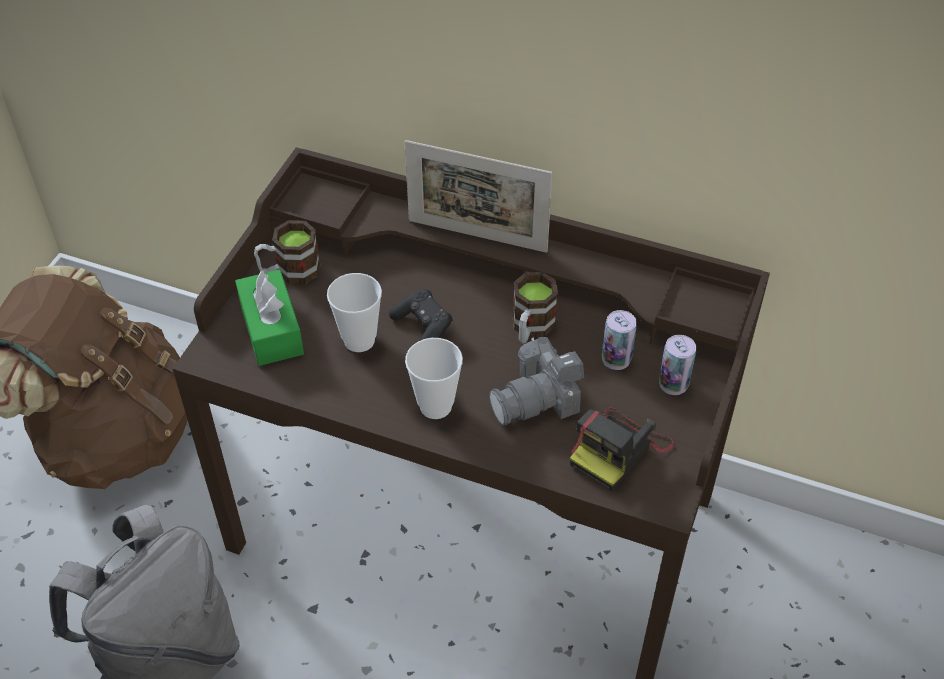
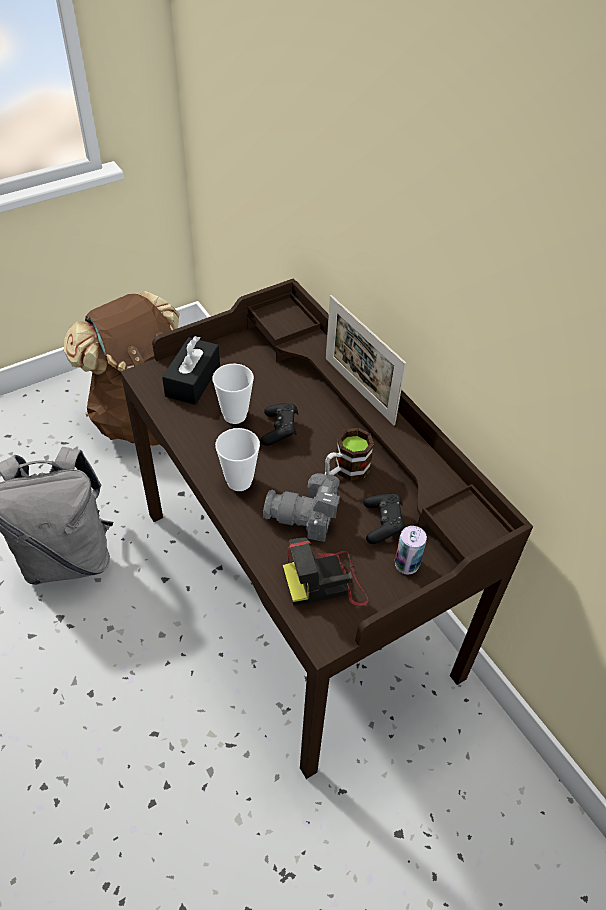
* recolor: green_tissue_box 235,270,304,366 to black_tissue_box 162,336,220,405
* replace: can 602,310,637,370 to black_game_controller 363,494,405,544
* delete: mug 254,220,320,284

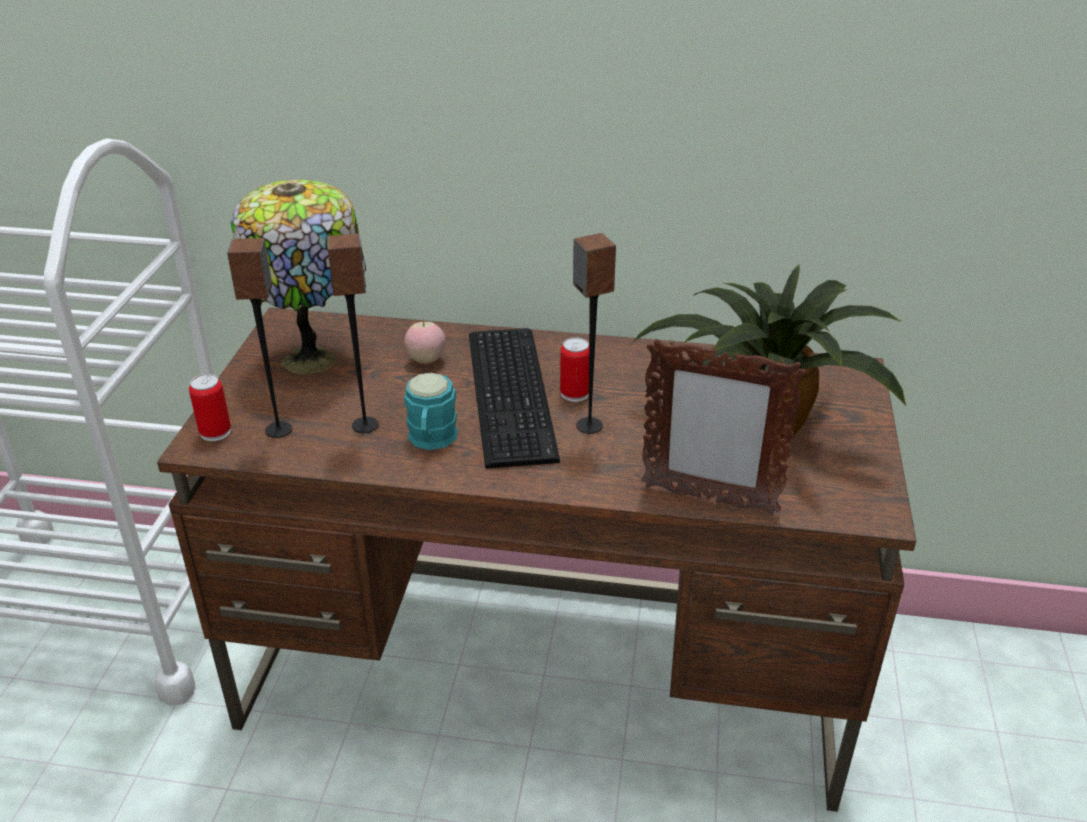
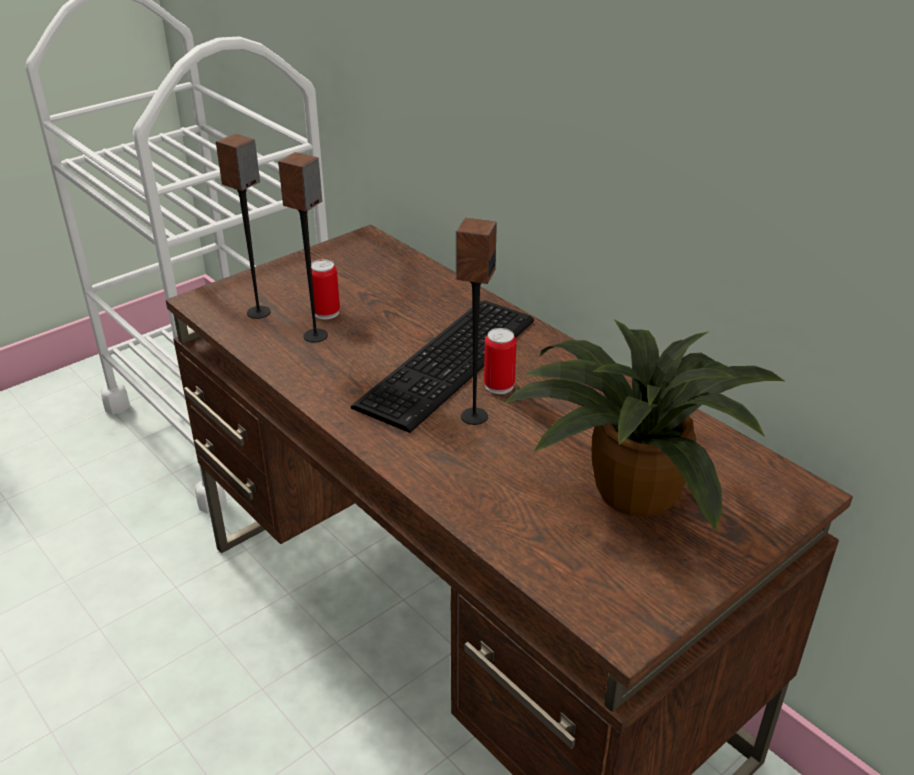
* move: can 189,374,231,441 to 311,259,340,319
* delete: table_lamp 231,180,366,375
* delete: apple 404,319,445,364
* delete: turquoise_mug 404,373,458,450
* delete: picture_frame 641,339,806,515

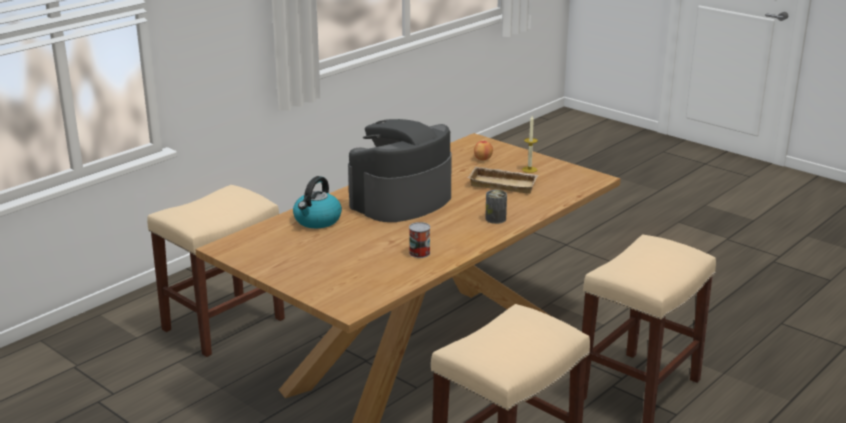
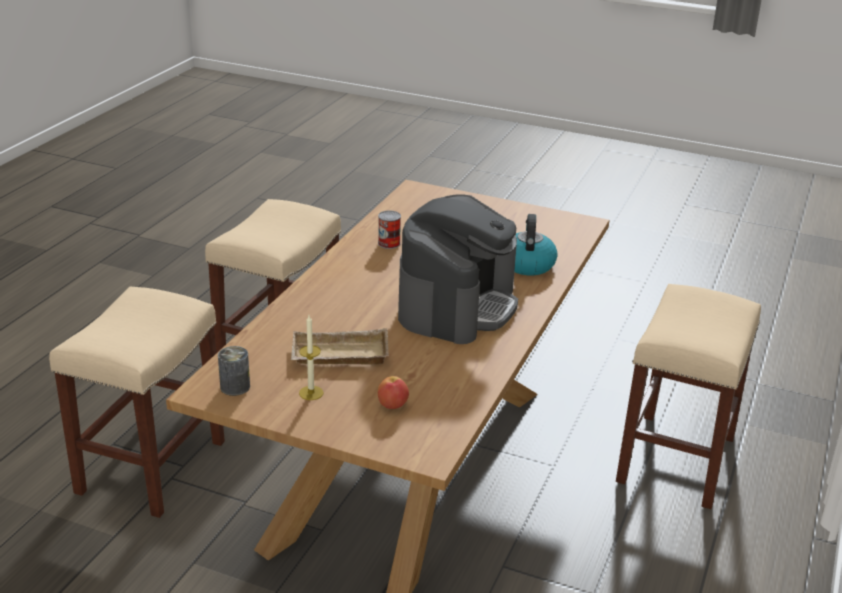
* move: can 485,190,507,224 to 218,346,250,396

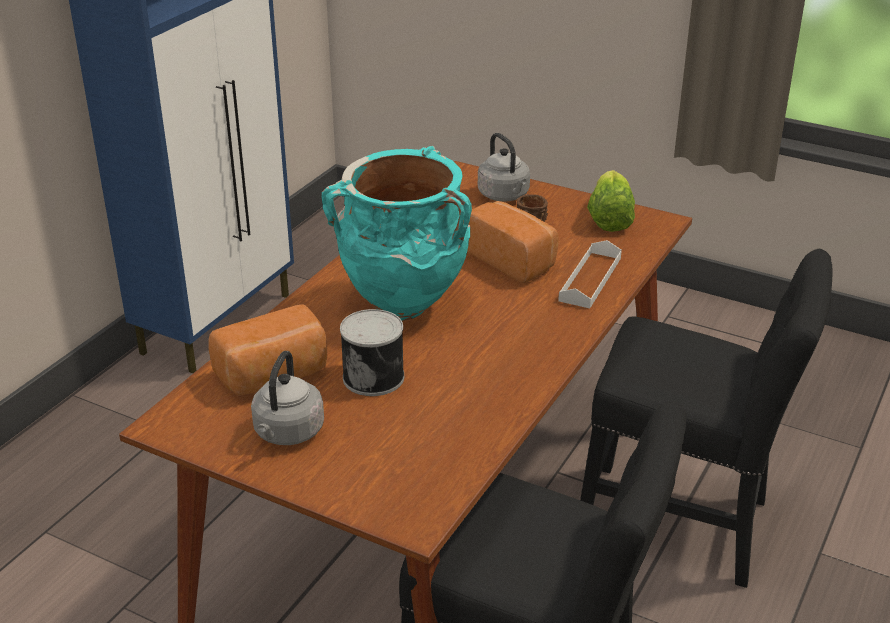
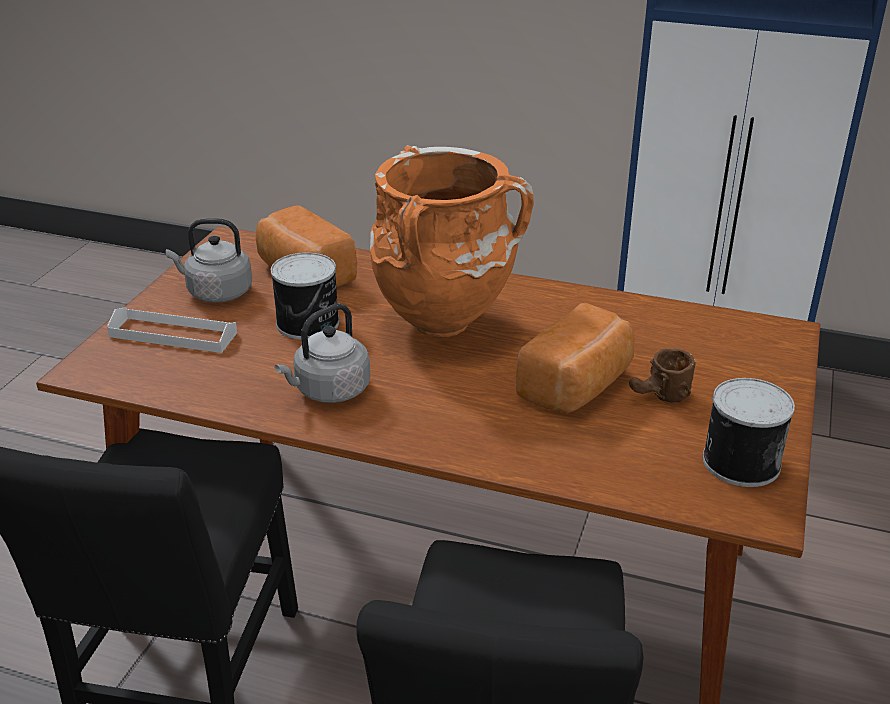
* move: white_tray 558,240,622,308 to 107,307,237,353
* move: grey_kettle 478,133,530,202 to 275,304,370,403
* recolor: turquoise_vase 322,146,472,321 to orange_vase 370,145,534,337
* replace: lettuce 587,170,635,232 to can 703,378,795,487

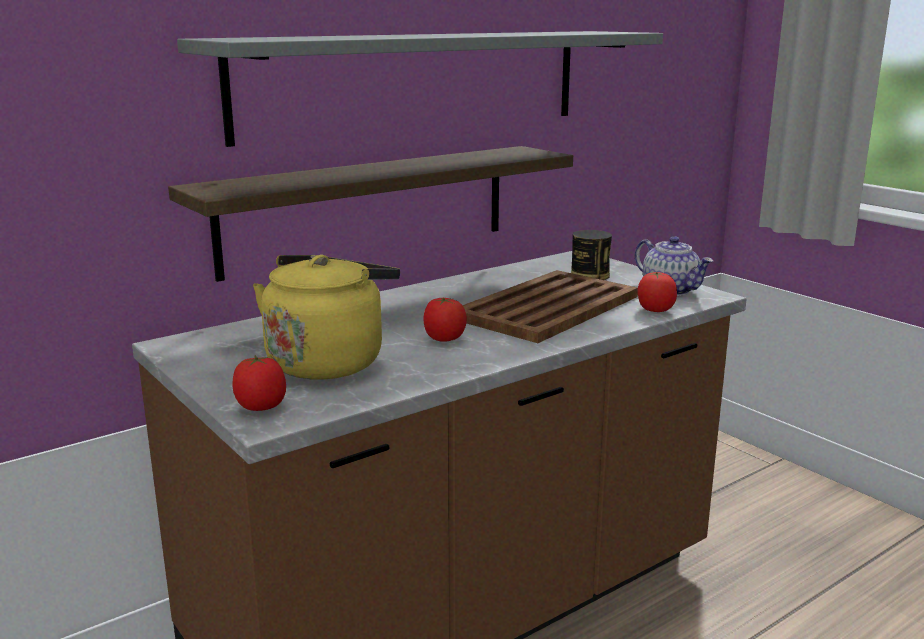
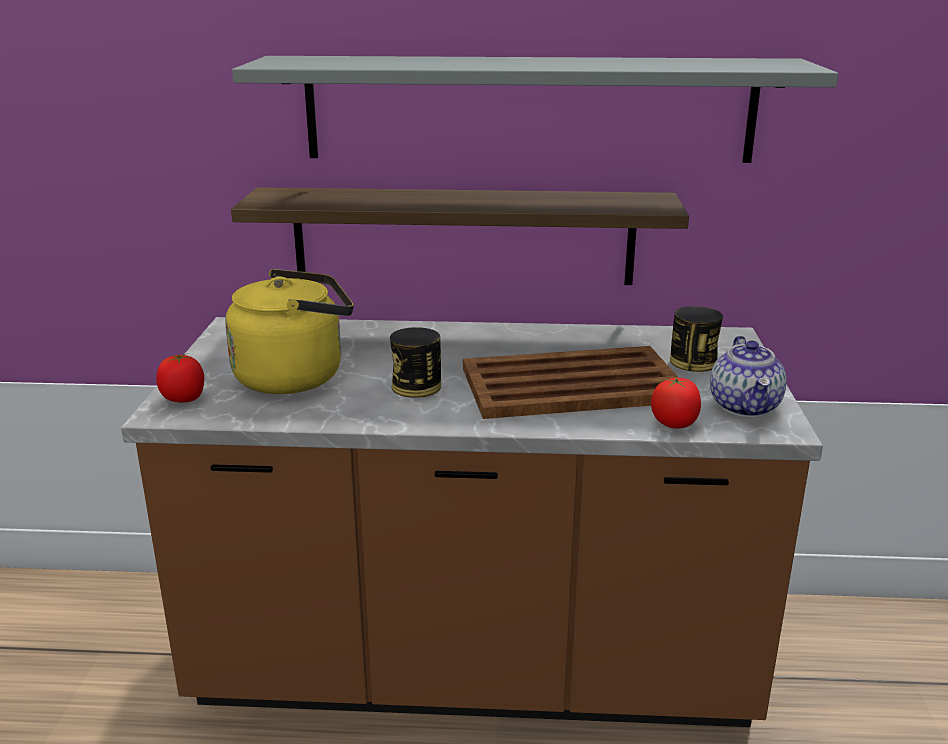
* replace: tomato 423,298,467,342 to can 390,327,441,398

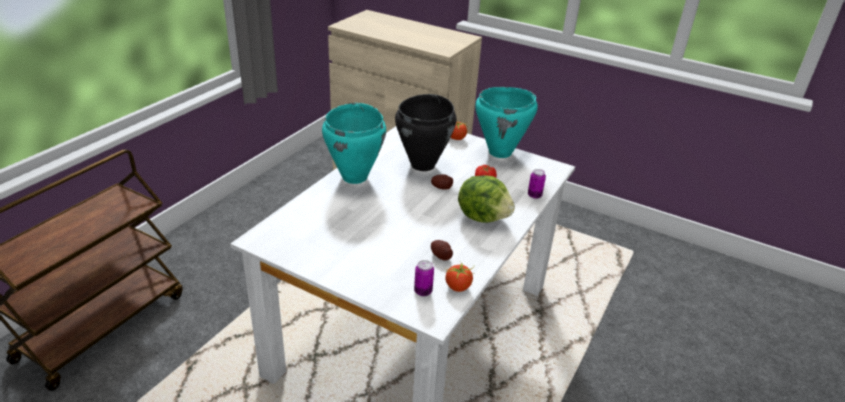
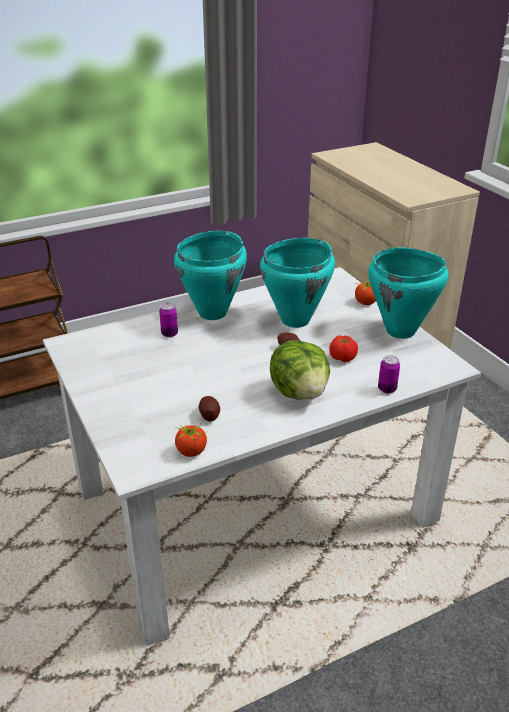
* move: can 414,260,434,296 to 159,303,178,337
* recolor: black_cooking_pot 395,94,457,171 to turquoise_cooking_pot 260,238,335,328

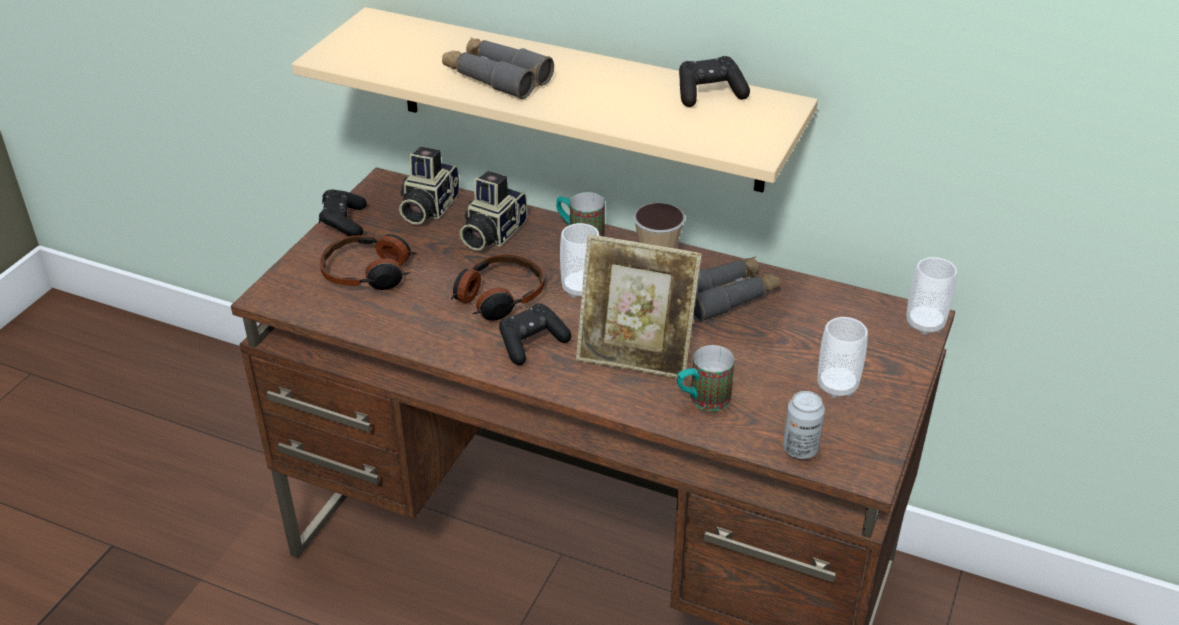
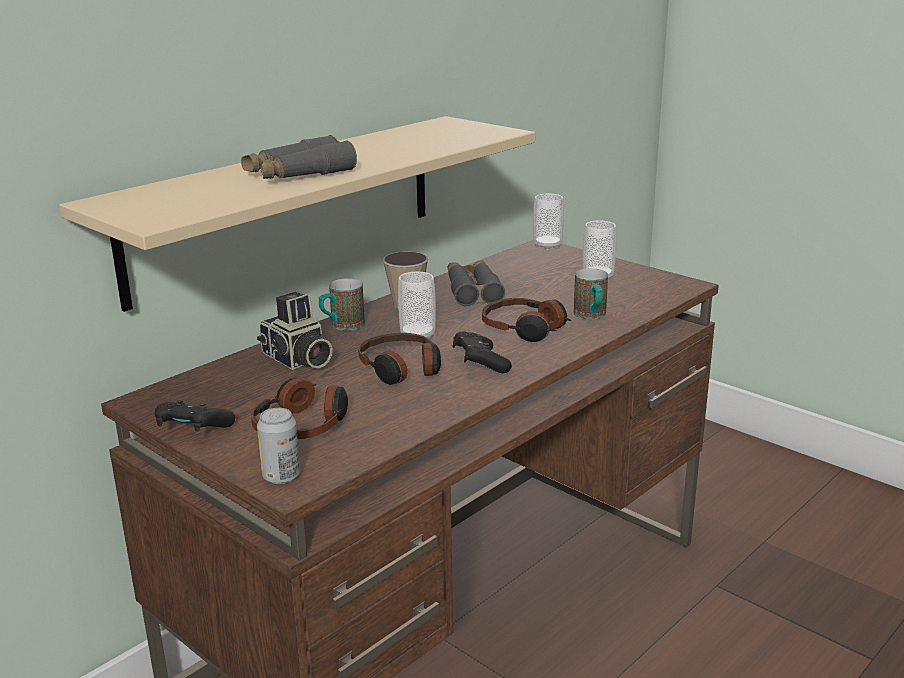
* move: can 783,391,825,459 to 257,408,300,484
* replace: picture_frame 576,234,702,379 to headphones 482,298,572,342
* delete: photo_camera 399,147,459,225
* delete: black_game_controller 679,56,750,107

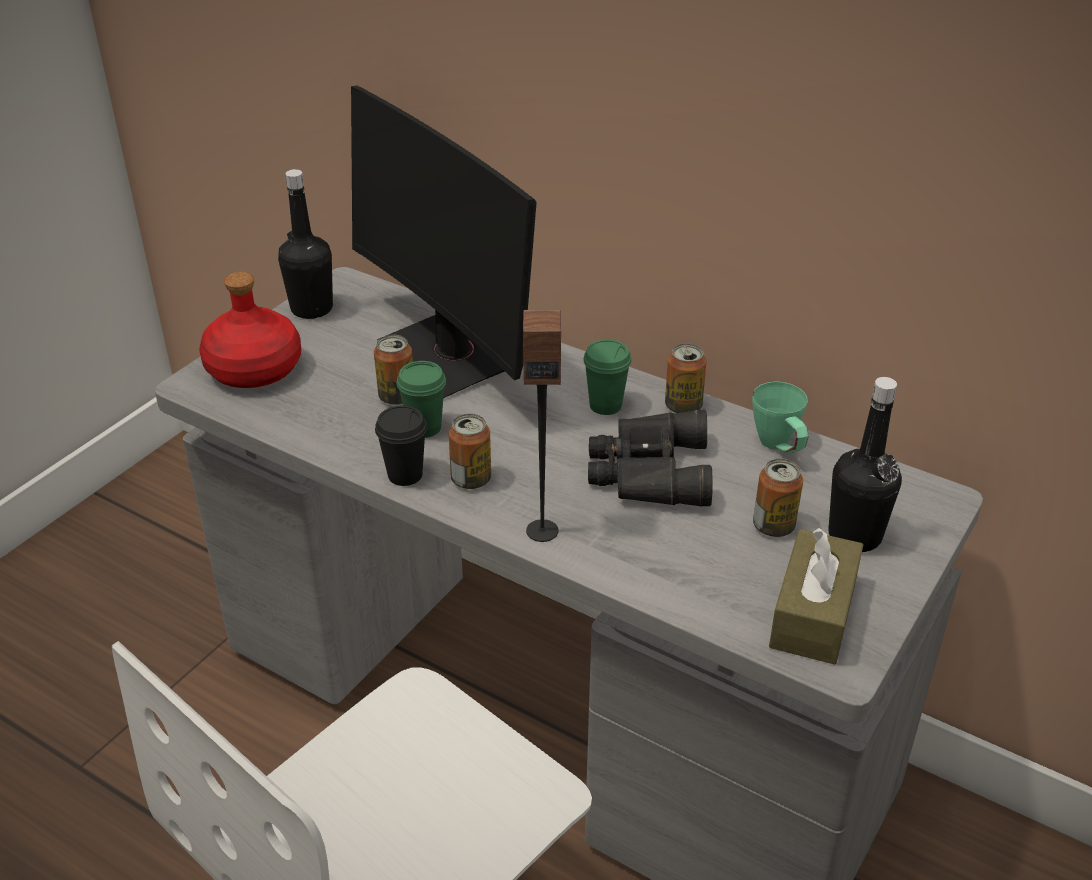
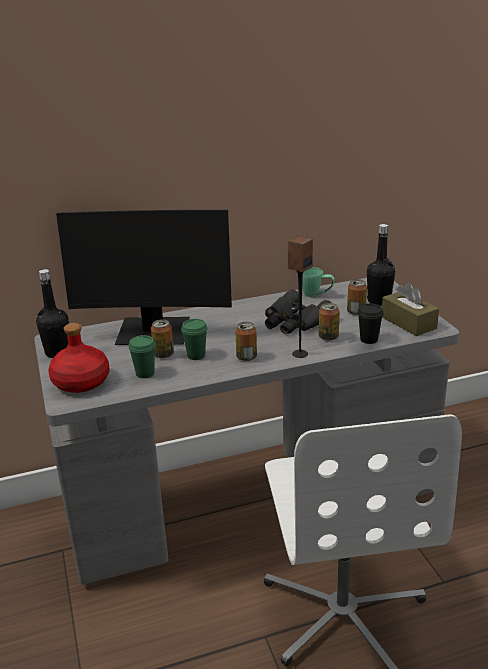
* move: green_cup 583,340,632,415 to 128,335,156,378
* move: can 665,344,706,413 to 319,303,339,341
* move: black_cup 375,406,427,486 to 358,303,383,344

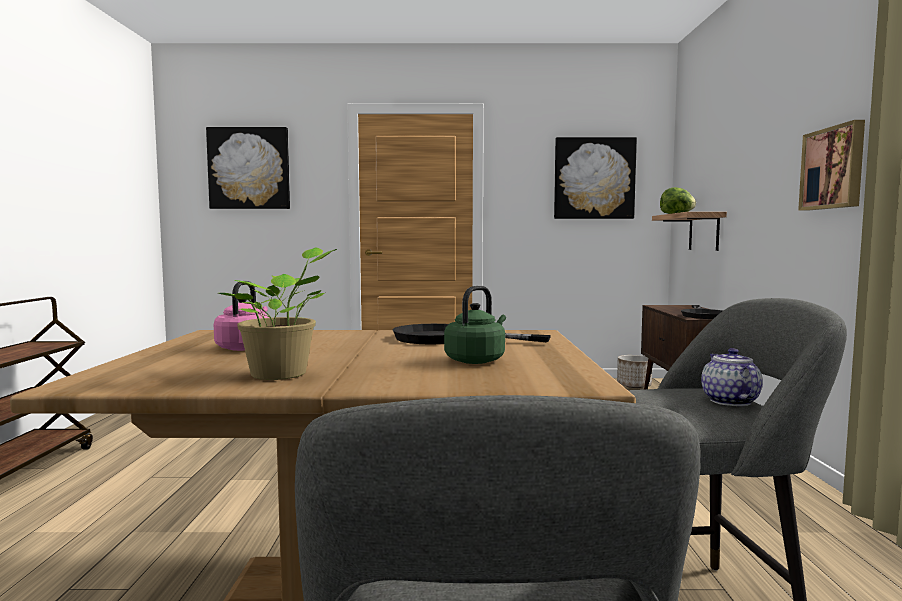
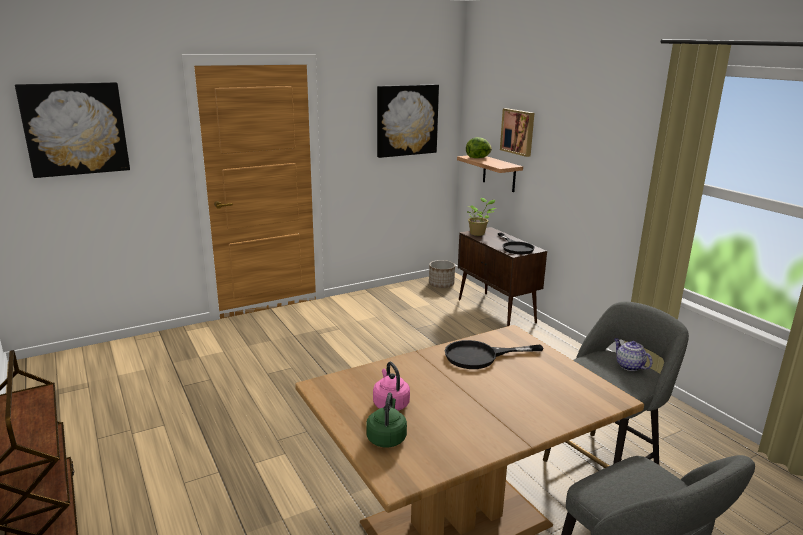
* move: green_kettle 444,286,506,364 to 366,392,407,448
* move: potted_plant 218,247,337,380 to 466,198,496,236
* move: picture 798,120,865,211 to 500,108,534,157

